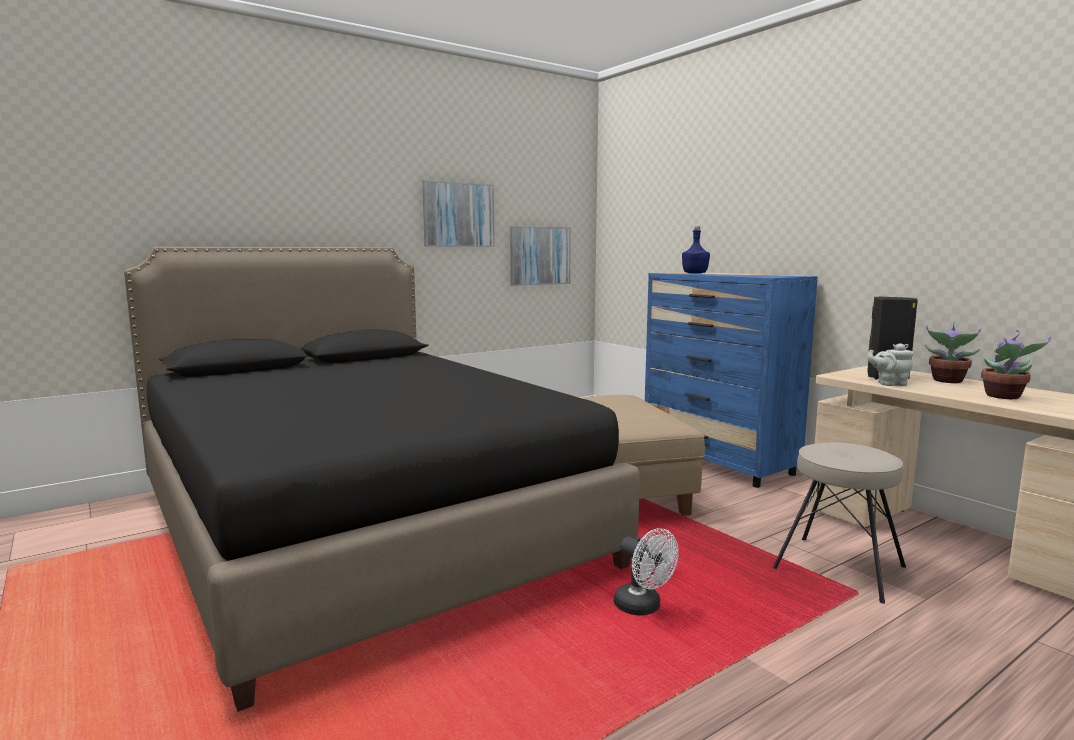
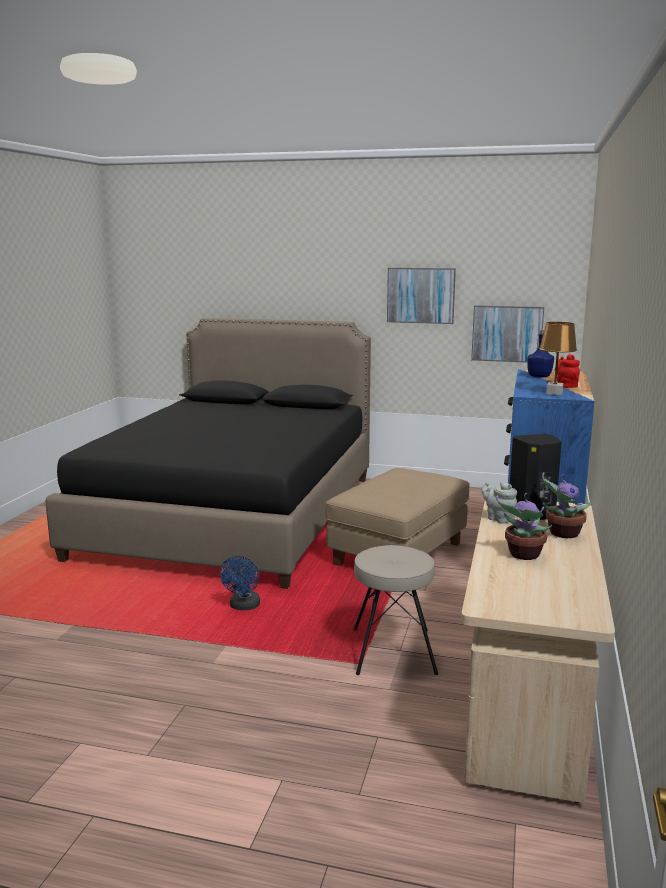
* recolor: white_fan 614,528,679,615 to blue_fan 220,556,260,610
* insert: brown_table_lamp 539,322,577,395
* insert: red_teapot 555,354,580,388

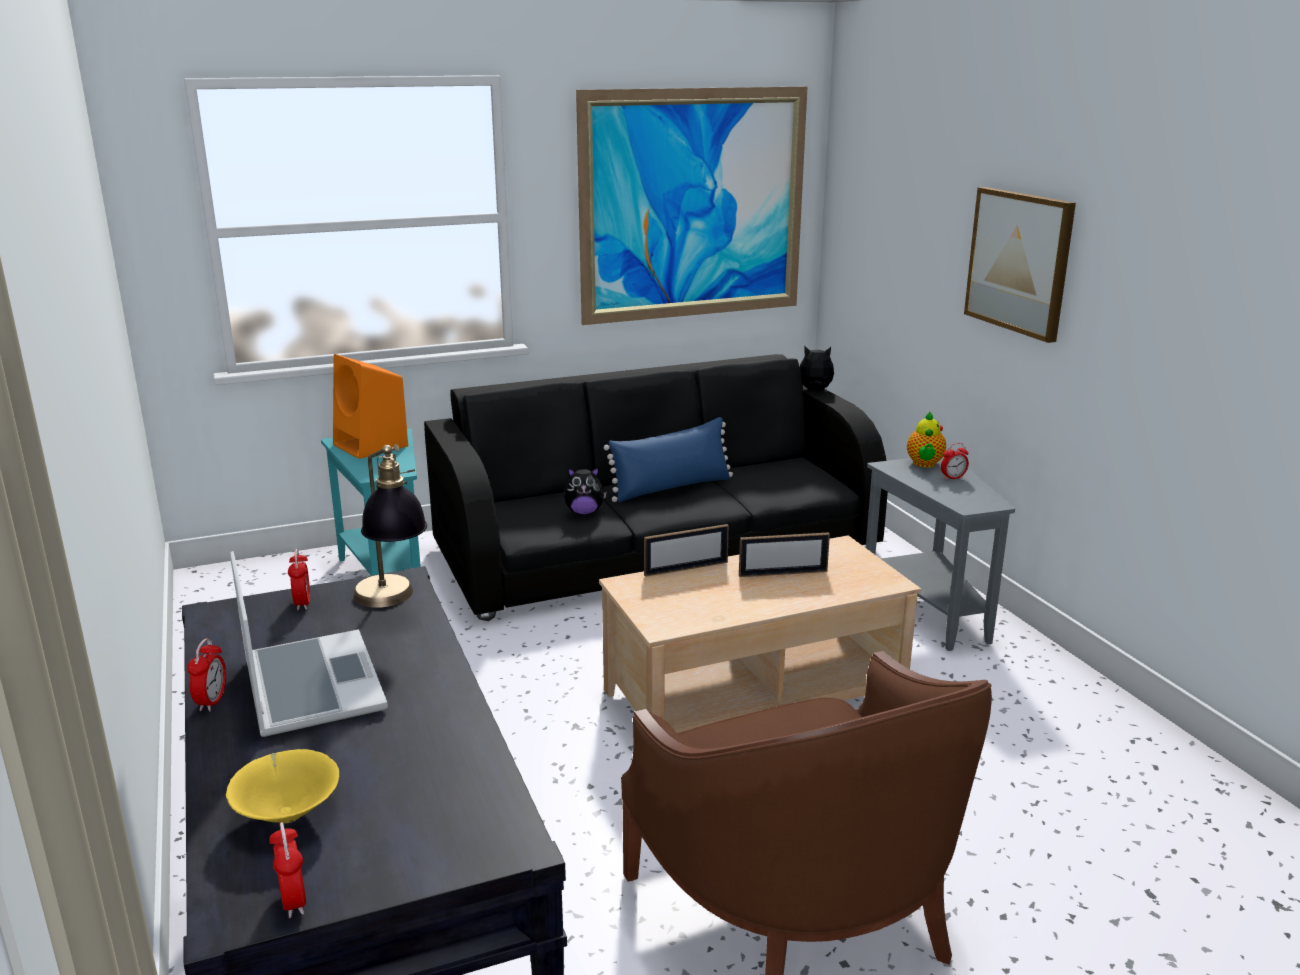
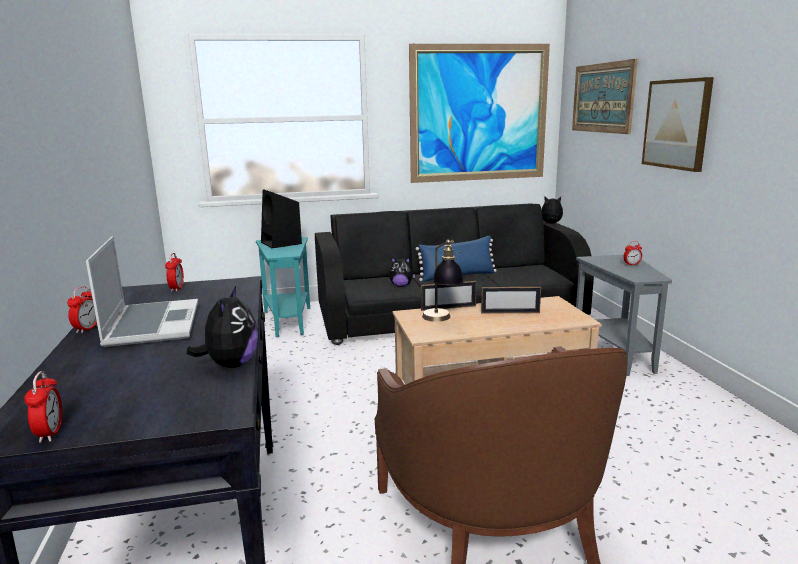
* insert: plush_toy 187,286,258,368
* recolor: orange_speaker 333,354,408,459 to black_speaker 261,189,302,248
* move: table_lamp 353,444,427,608 to 422,240,464,322
* insert: picture 572,59,638,134
* delete: yellow_bowl 226,749,339,823
* delete: teapot 907,412,946,468

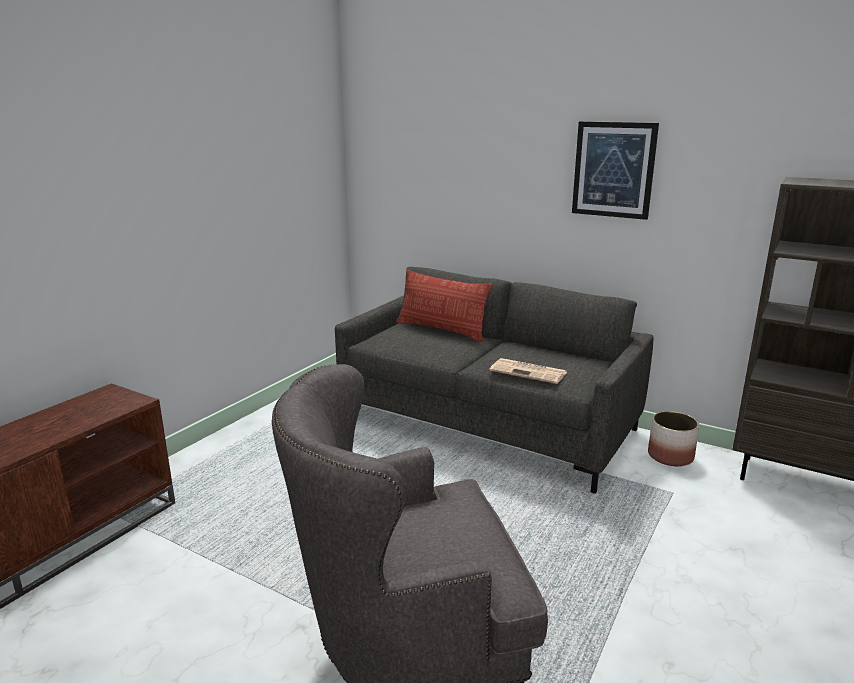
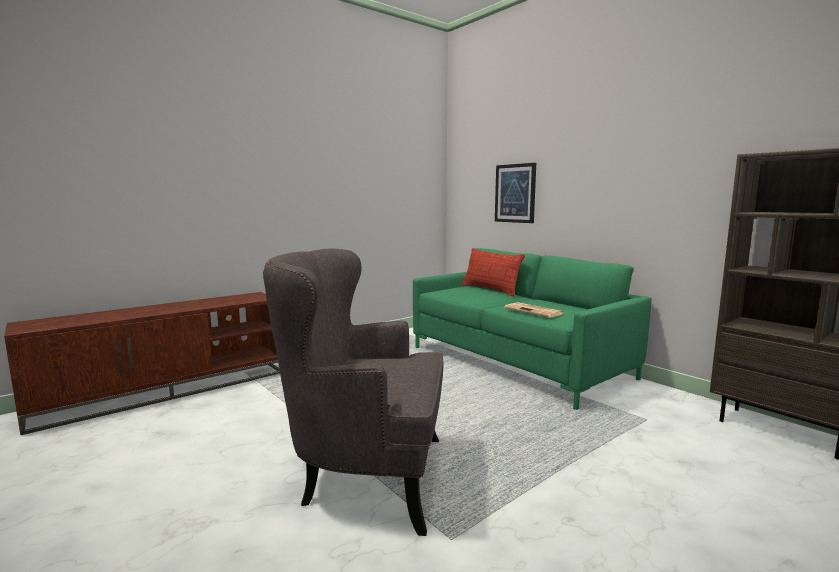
* recolor: grey_sofa 335,267,654,494 to green_sofa 413,248,652,410
* move: picture 572,121,659,220 to 495,163,536,223
* delete: planter 648,411,699,466

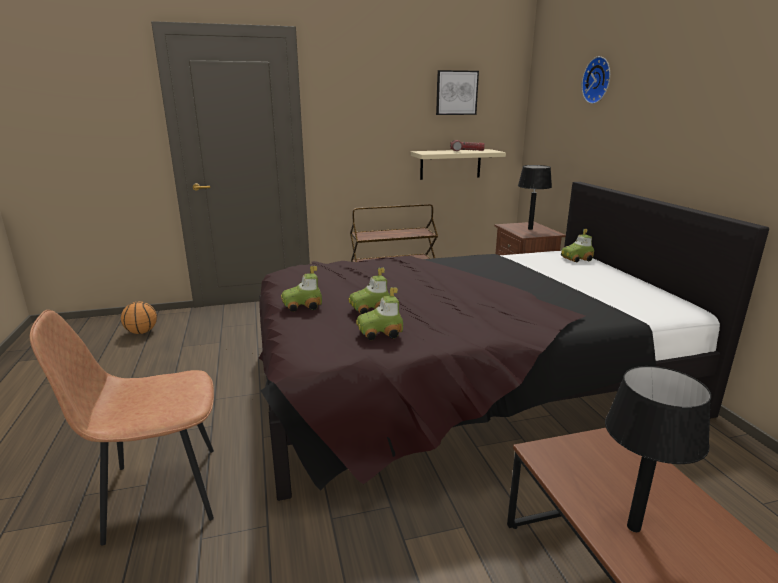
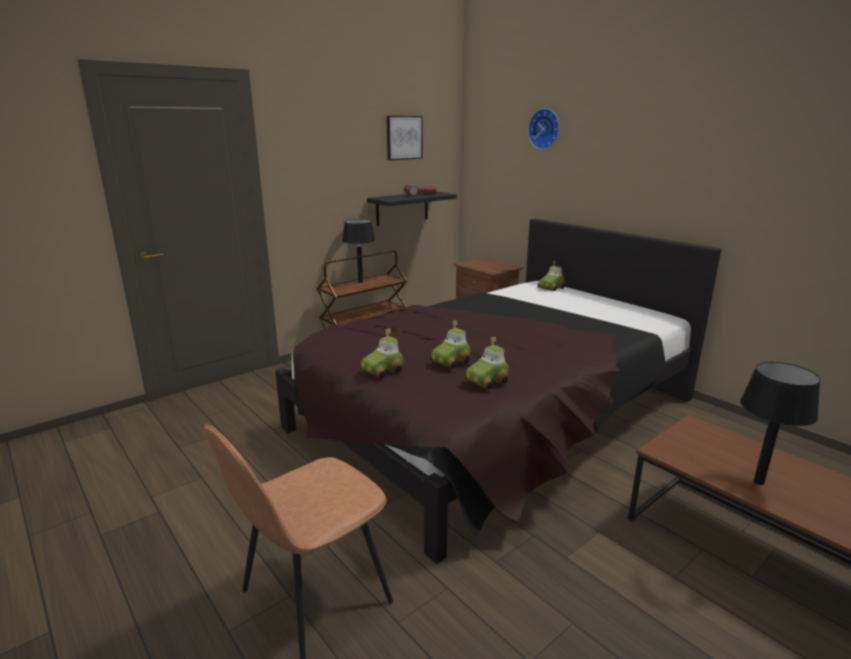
* move: black_table_lamp 518,165,552,230 to 342,219,375,283
* recolor: beige_shelf 411,149,506,180 to black_shelf 367,192,457,226
* delete: basketball 121,302,157,334

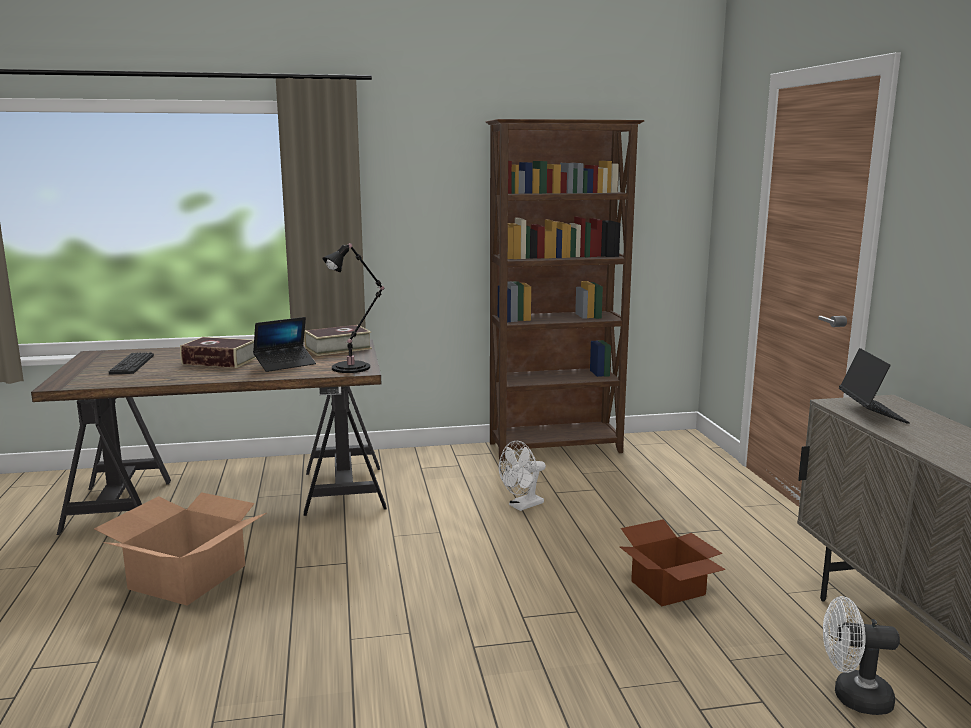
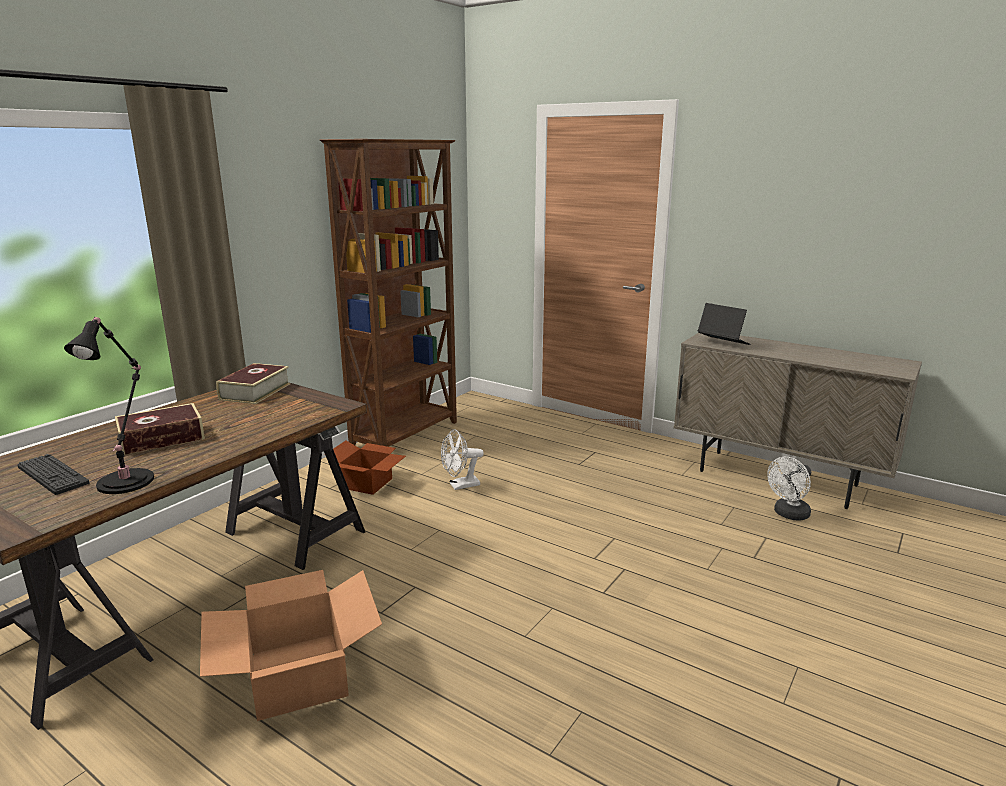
* move: black_table_lamp 323,243,384,373 to 64,317,154,494
* move: cardboard_box 620,519,726,607 to 324,440,406,495
* rotate: white_fan 499,441,546,511 = 441,429,484,490 60 degrees clockwise
* delete: laptop 253,317,316,372

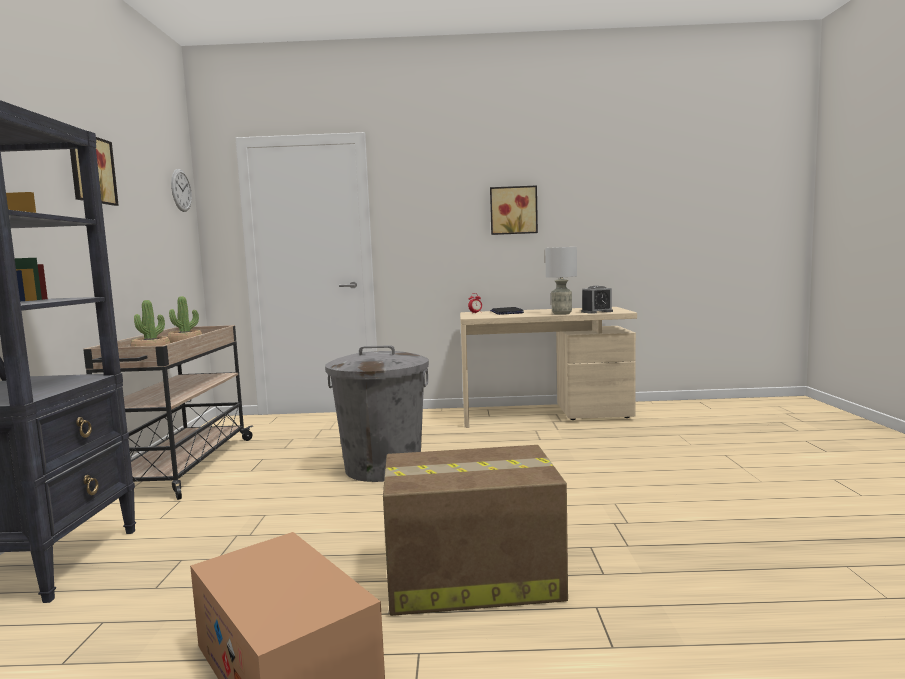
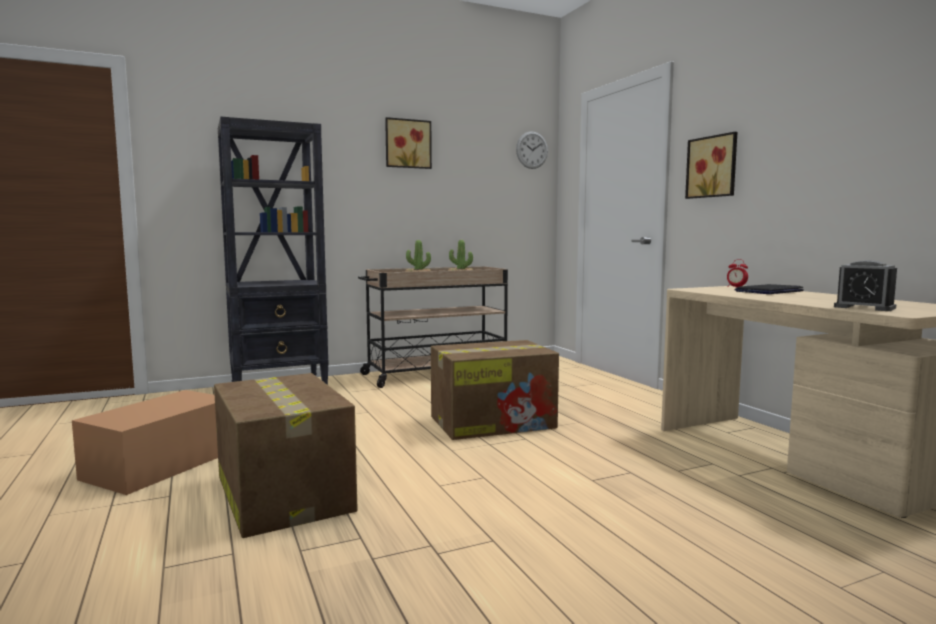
* replace: grey_trash_can 325,345,429,482 to cardboard_box 431,340,559,440
* move: picture 490,185,538,235 to 685,132,737,199
* delete: grey_table_lamp 545,247,577,315

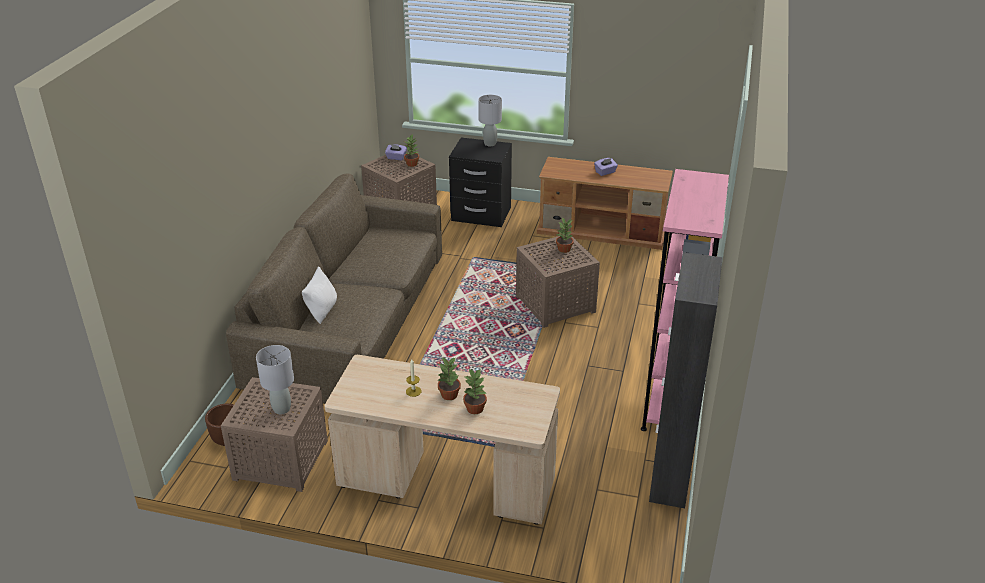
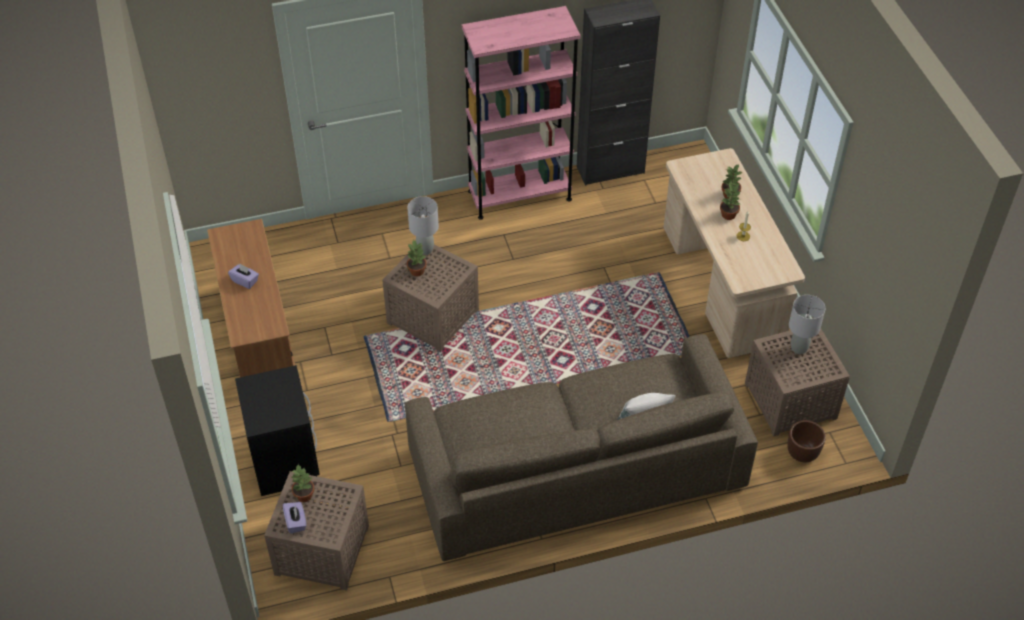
* move: grey_table_lamp 478,95,502,146 to 407,196,439,255

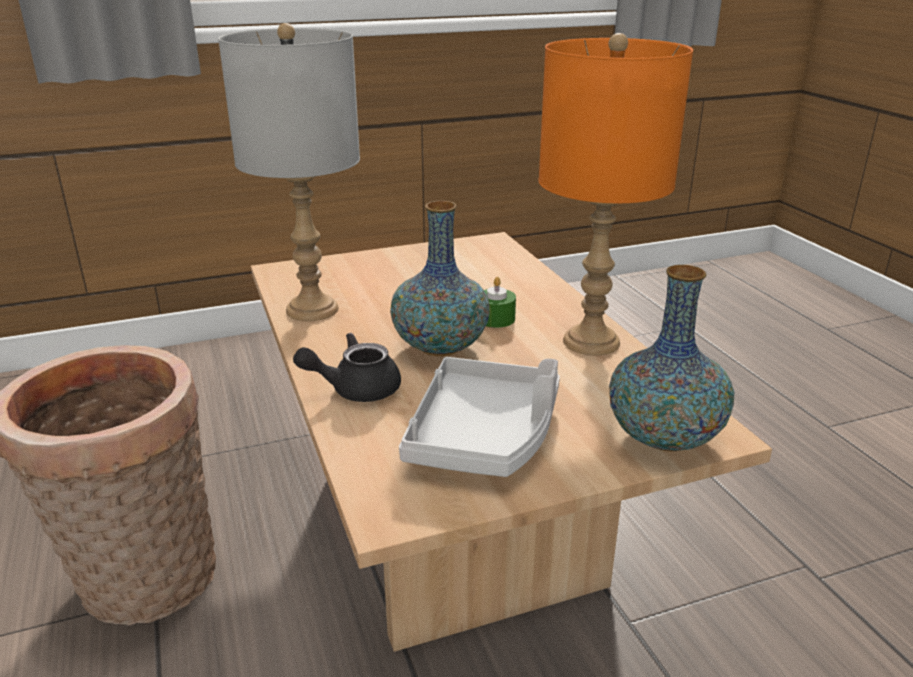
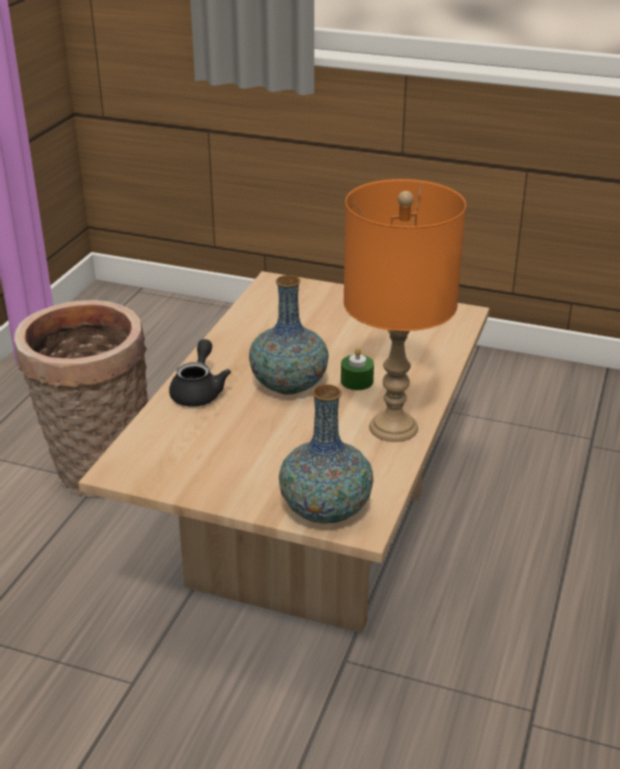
* rotate: black_teapot 293,333,401,402 = 169,339,231,407 75 degrees clockwise
* delete: grey_table_lamp 218,23,360,321
* delete: grey_tray 399,357,560,477

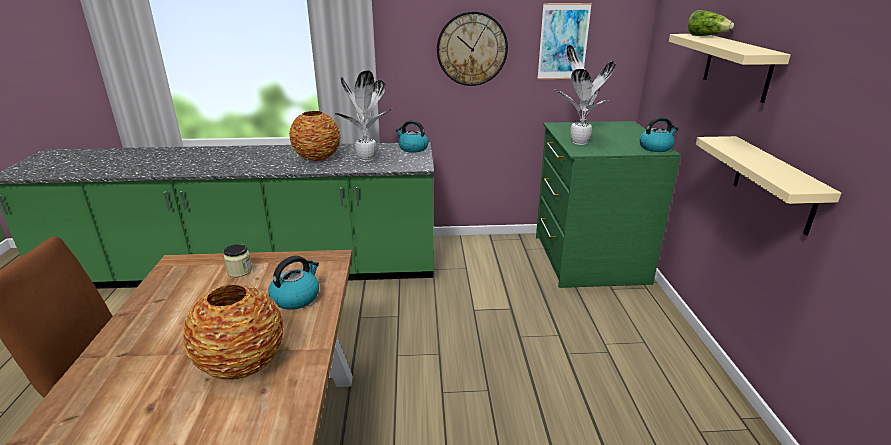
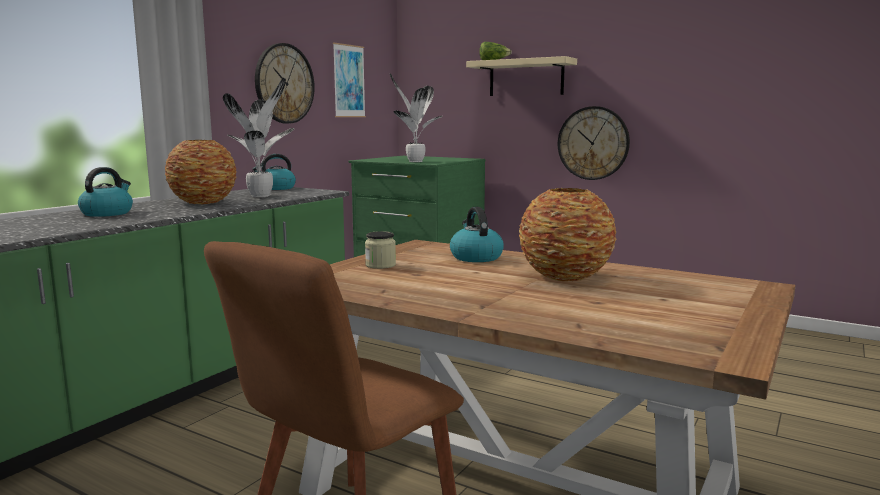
* move: kettle 639,117,678,152 to 78,167,133,217
* replace: beige_shelf 696,136,841,235 to wall_clock 558,106,630,180

